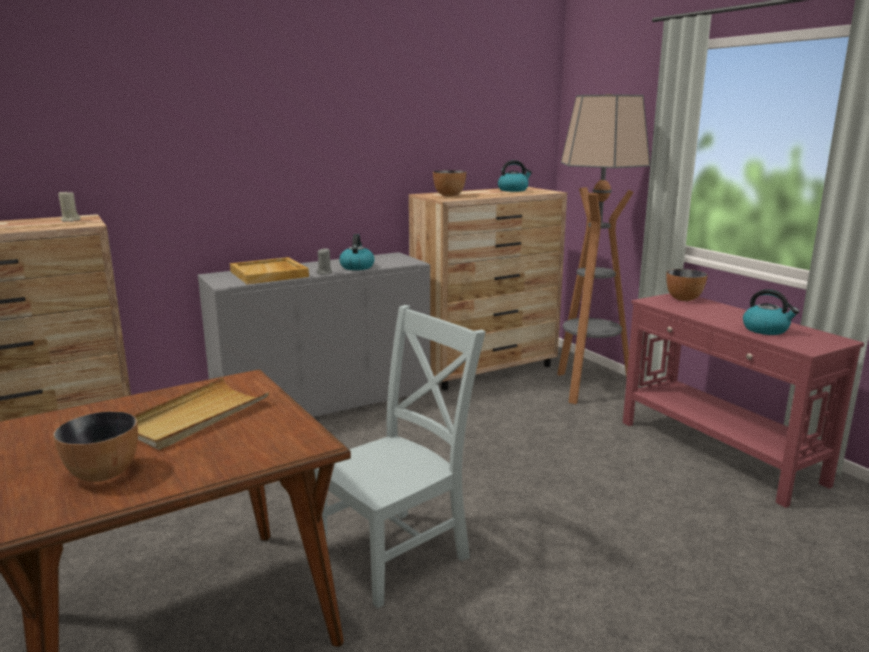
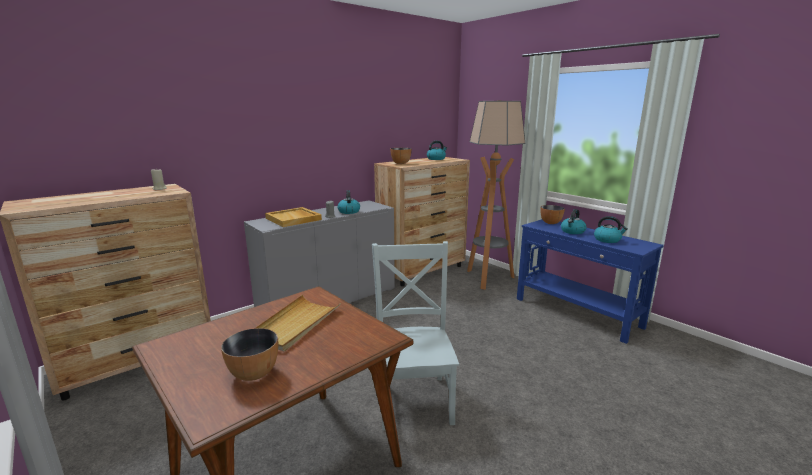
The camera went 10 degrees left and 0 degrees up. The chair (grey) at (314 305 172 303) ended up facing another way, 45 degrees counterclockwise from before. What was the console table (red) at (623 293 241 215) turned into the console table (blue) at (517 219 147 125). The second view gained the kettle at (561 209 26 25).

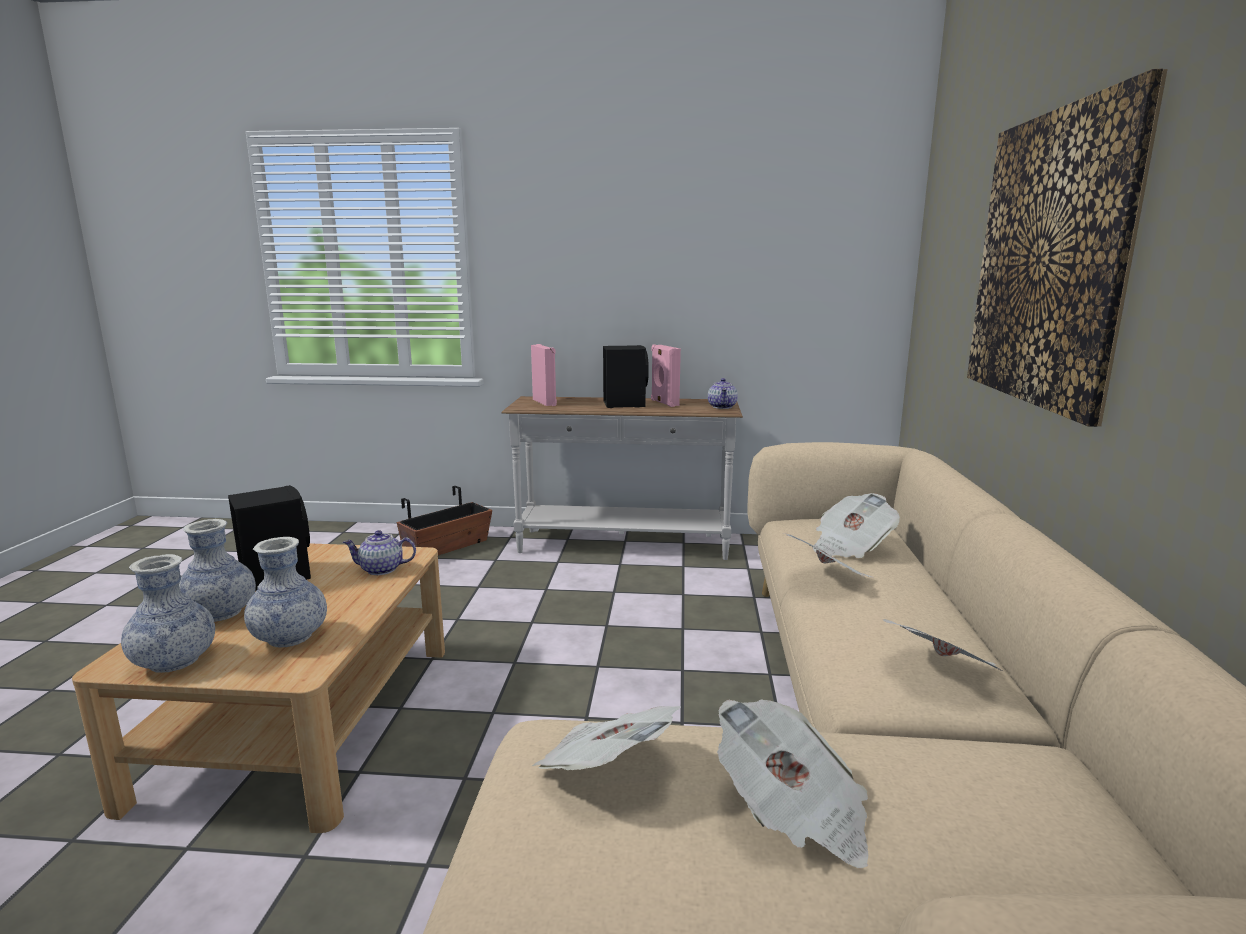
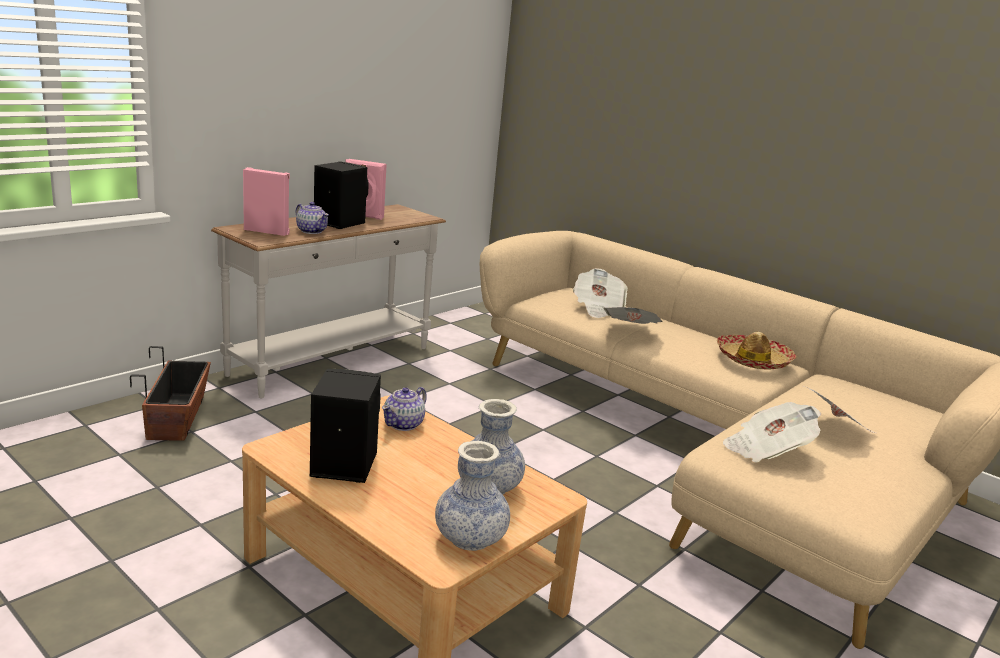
The camera went 55 degrees left and 5 degrees up. The teapot ended up elsewhere, having gone from (708 378 30 31) to (296 202 33 32). Where the newspaper stood at (883 619 121 53), the hat came to stand at (717 332 79 38). The second view lost the vase at (179 519 77 103). The second view lost the picture at (967 69 201 358).

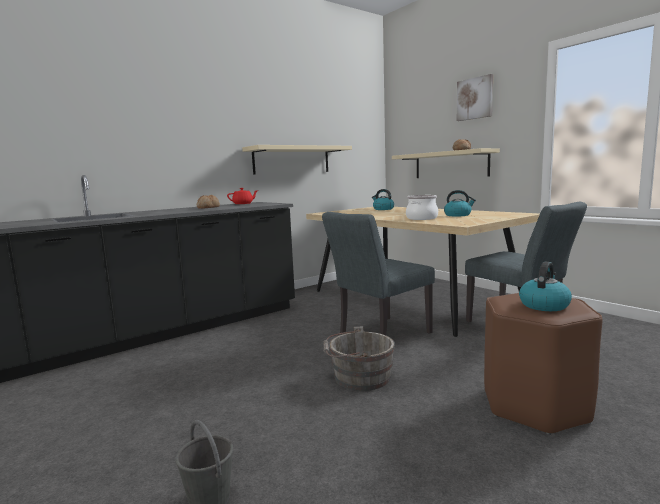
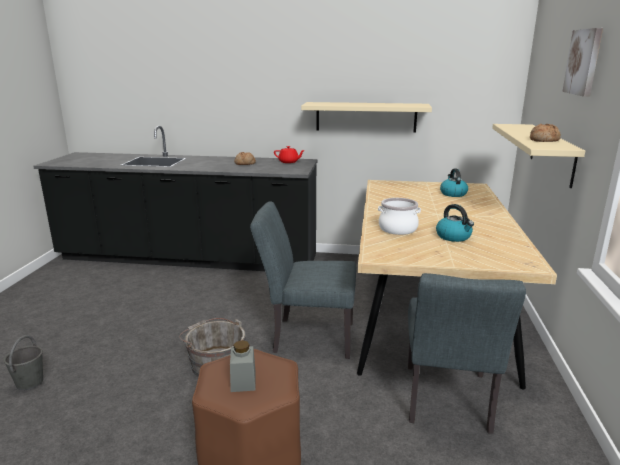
The camera went 45 degrees right and 10 degrees up. Where the kettle stood at (519 262 53 49), the jar (grey) came to stand at (230 340 26 52).

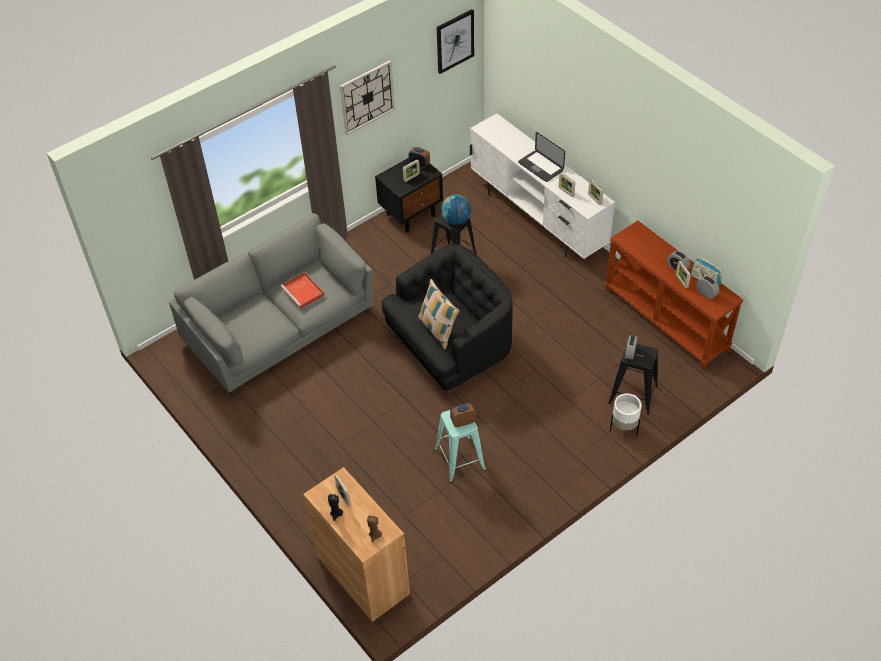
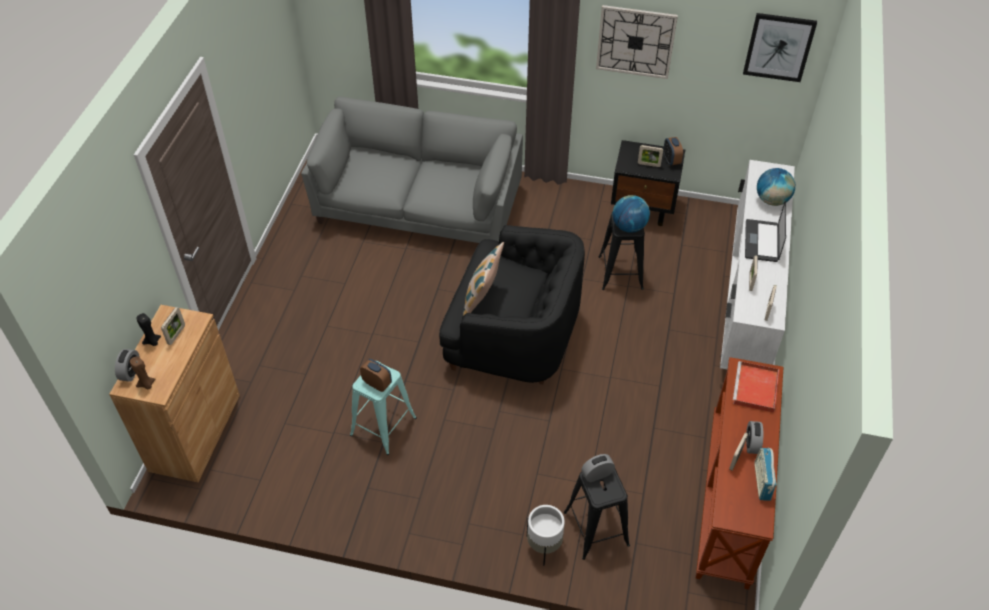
The camera went 50 degrees right and 0 degrees up. The alarm clock ended up elsewhere, having gone from (696 276 23 23) to (115 349 25 33). The tray (red) ended up elsewhere, having gone from (281 272 44 37) to (733 361 46 52). The second view gained the globe at (757 168 38 38).

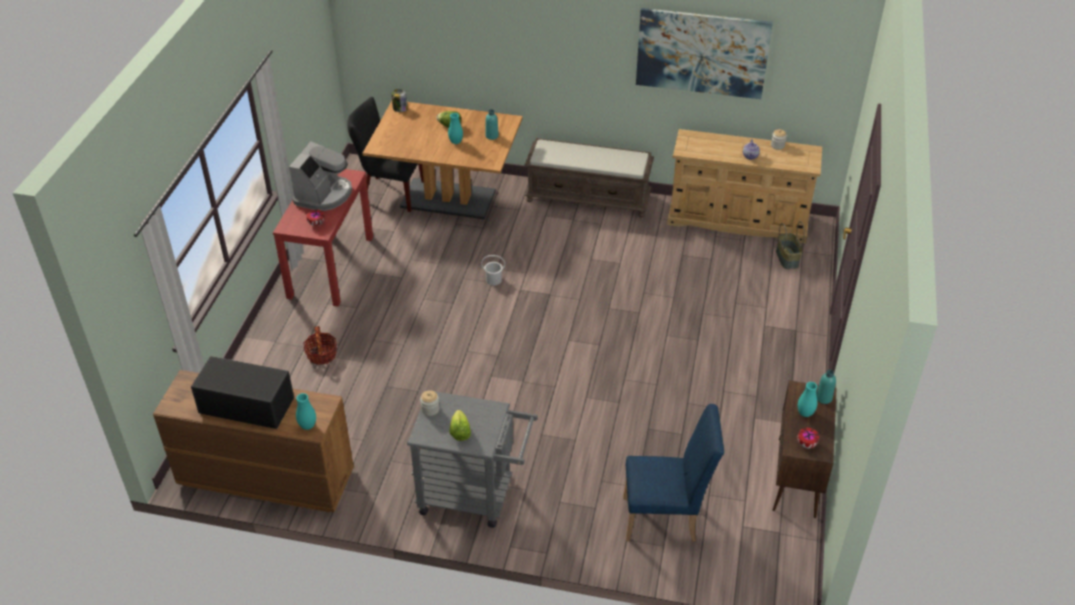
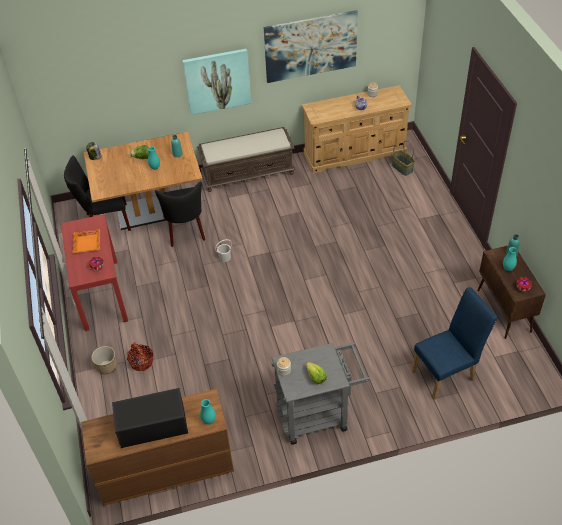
The camera went 25 degrees left and 5 degrees up. Where the coffee machine stood at (289 142 63 69), the tray (orange) came to stand at (73 229 27 24). The second view gained the planter at (91 346 26 28). The second view gained the chair (black) at (155 182 50 65). The second view gained the picture at (183 49 68 66).

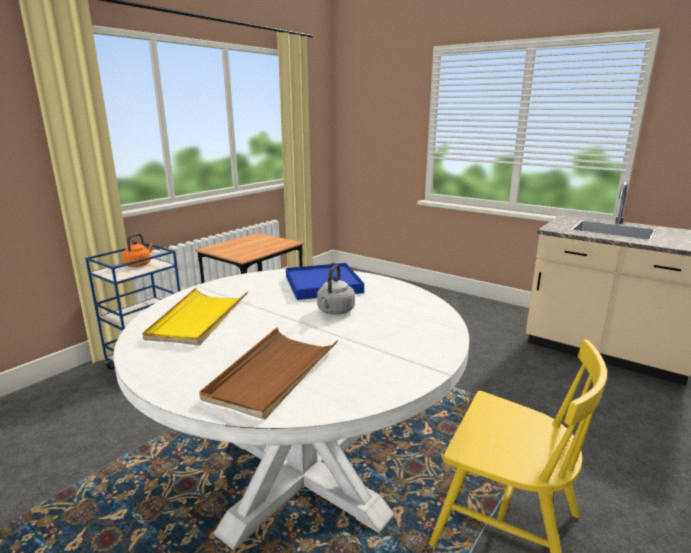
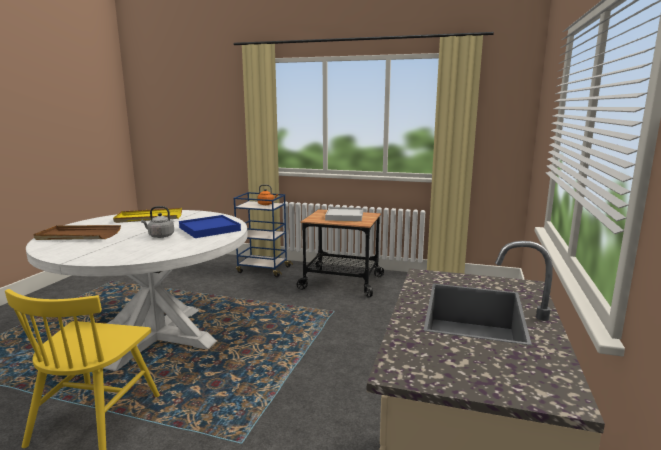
The camera went 70 degrees right and 5 degrees down. The second view gained the tray (white) at (325 207 38 14).

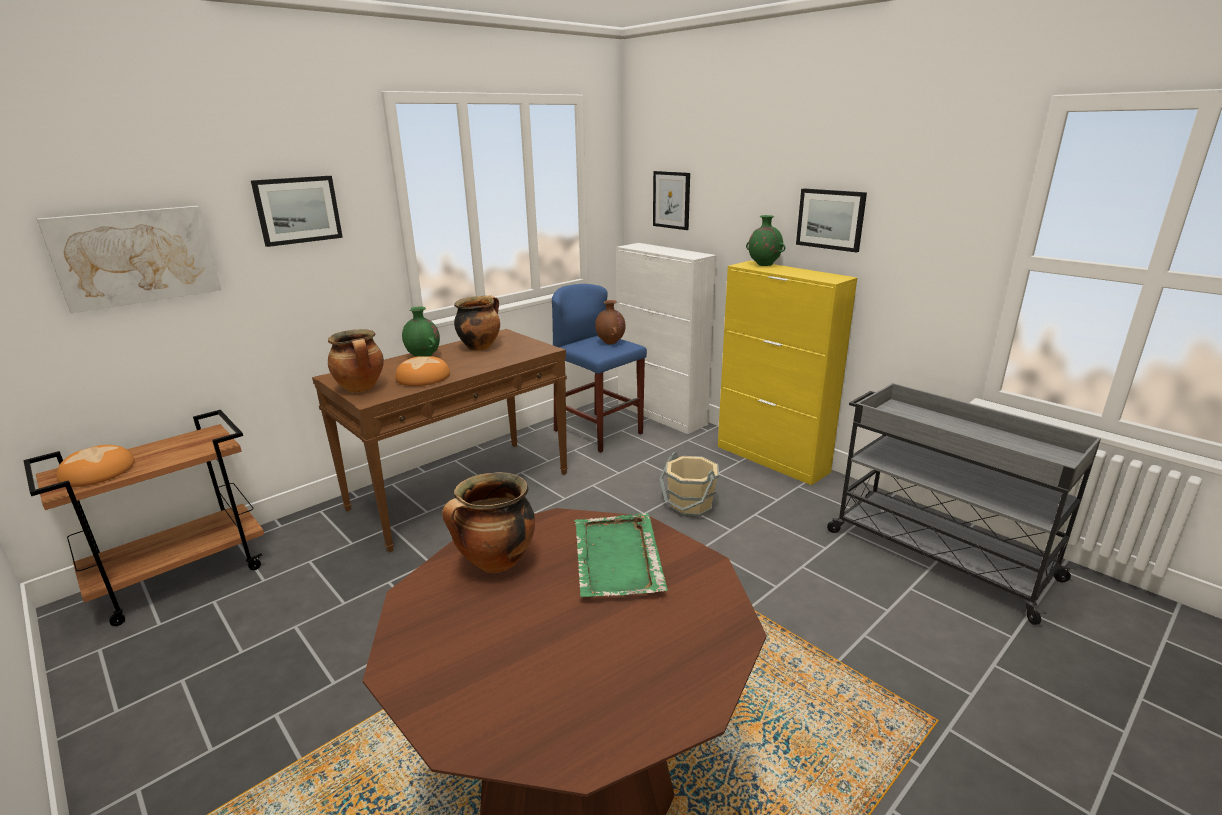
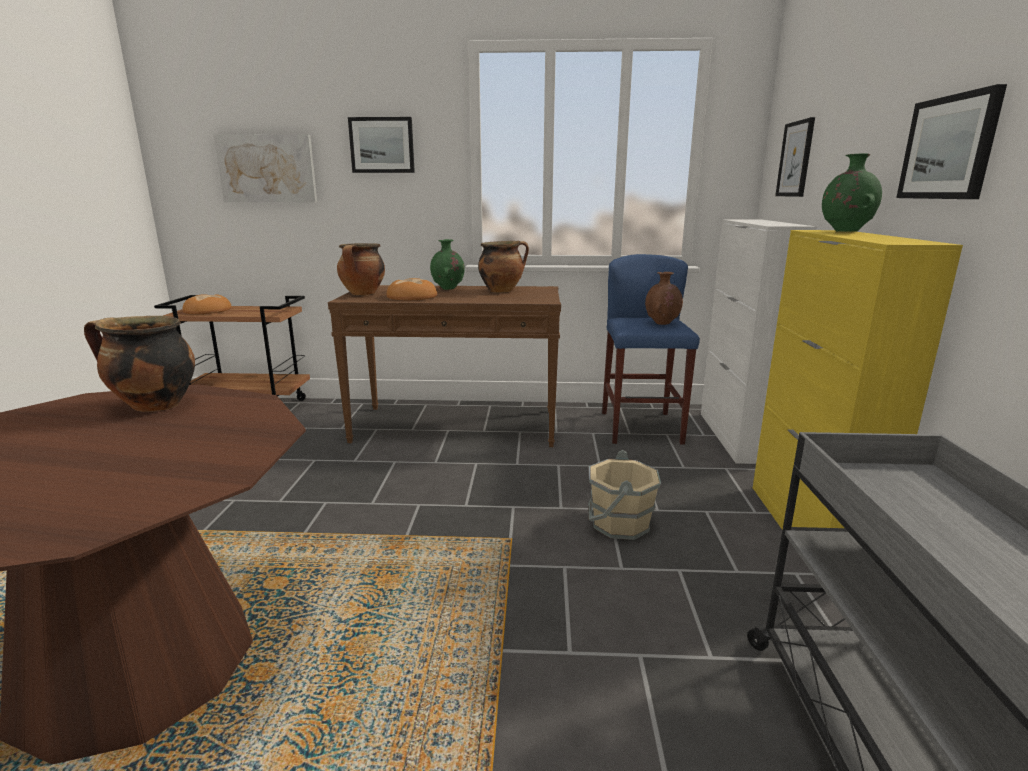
The camera went 45 degrees right and 5 degrees down. The second view lost the tray (green) at (574 513 94 84).

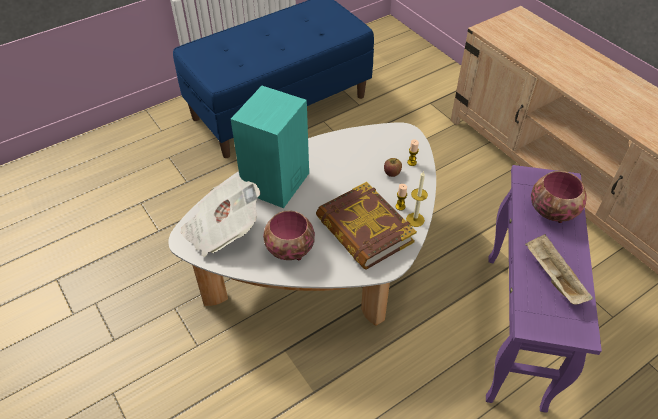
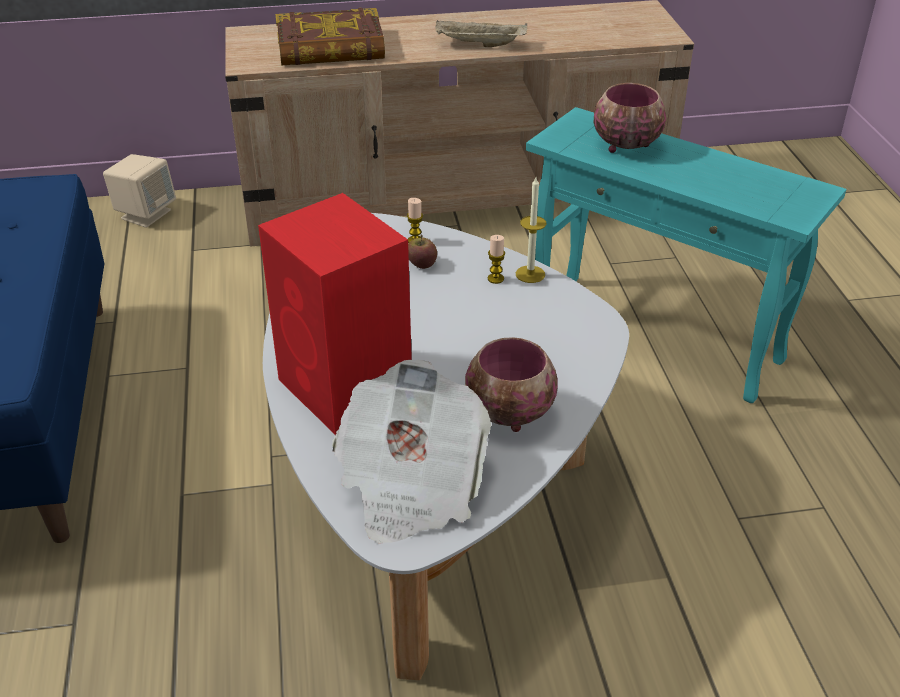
The camera went 65 degrees left and 10 degrees down. The second view gained the speaker (beige) at (103 154 73 74). What was the speaker (turquoise) at (231 86 78 122) turned into the speaker (red) at (258 193 154 242). The book ended up elsewhere, having gone from (316 182 101 88) to (275 8 110 57). The tray (beige) ended up elsewhere, having gone from (525 234 68 71) to (435 20 92 27). What was the side table (purple) at (486 165 116 248) turned into the side table (turquoise) at (526 107 320 296).

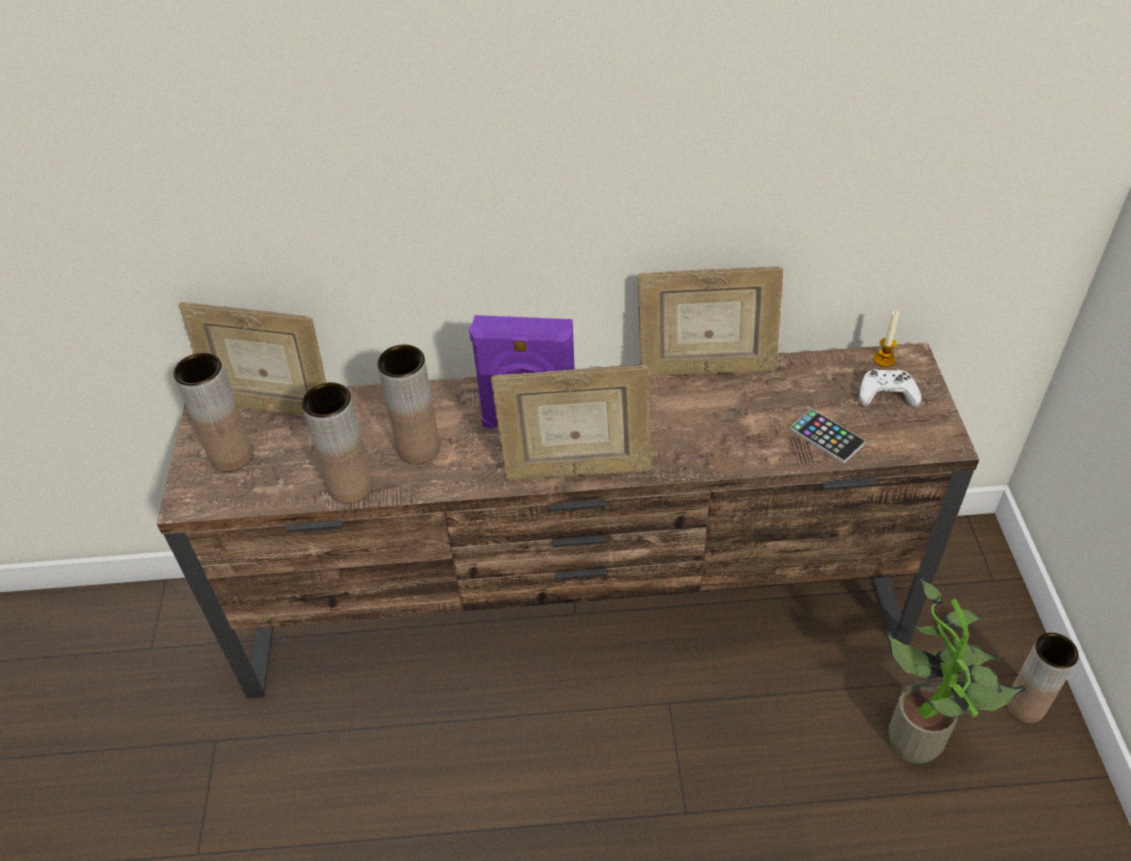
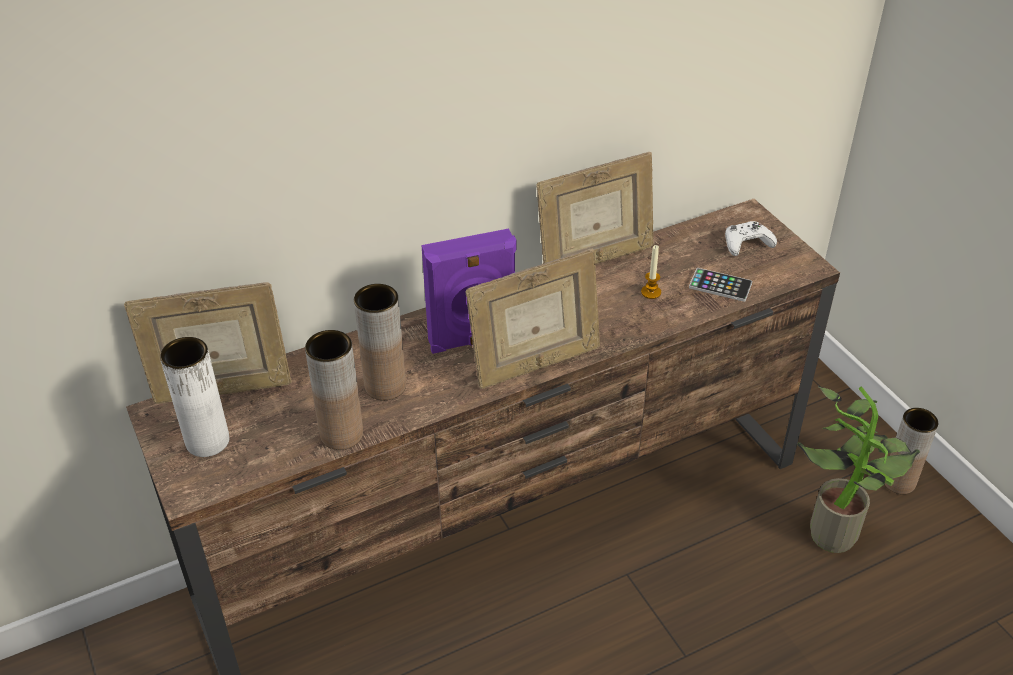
The camera went 25 degrees left and 5 degrees down. What was the vase (brown) at (173 353 80 119) turned into the vase (white) at (160 337 69 120). The candle ended up elsewhere, having gone from (873 310 26 57) to (641 245 20 54).

